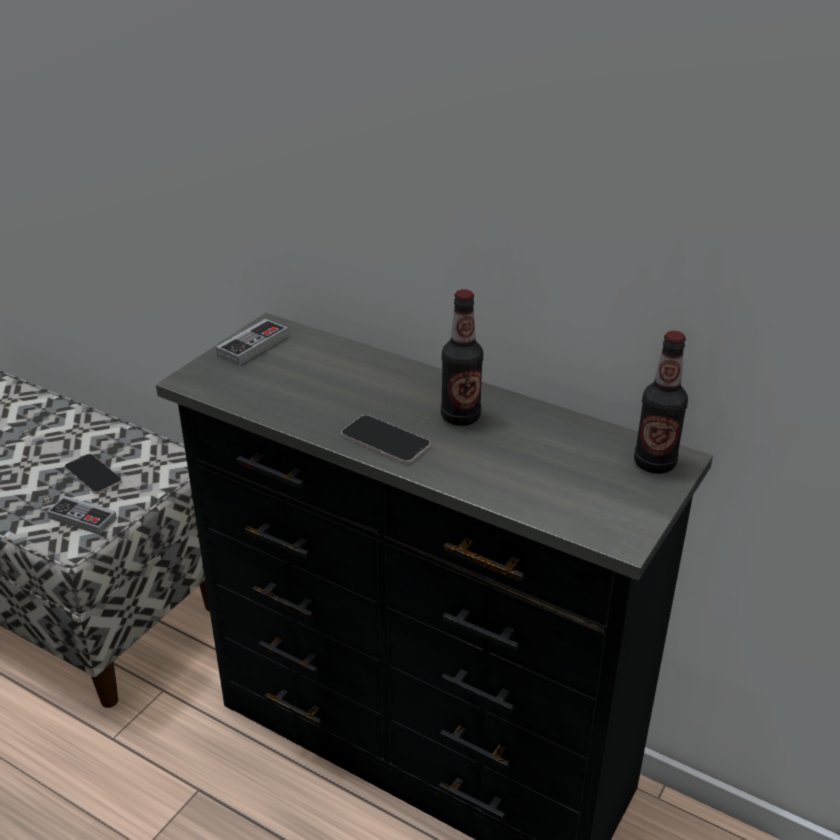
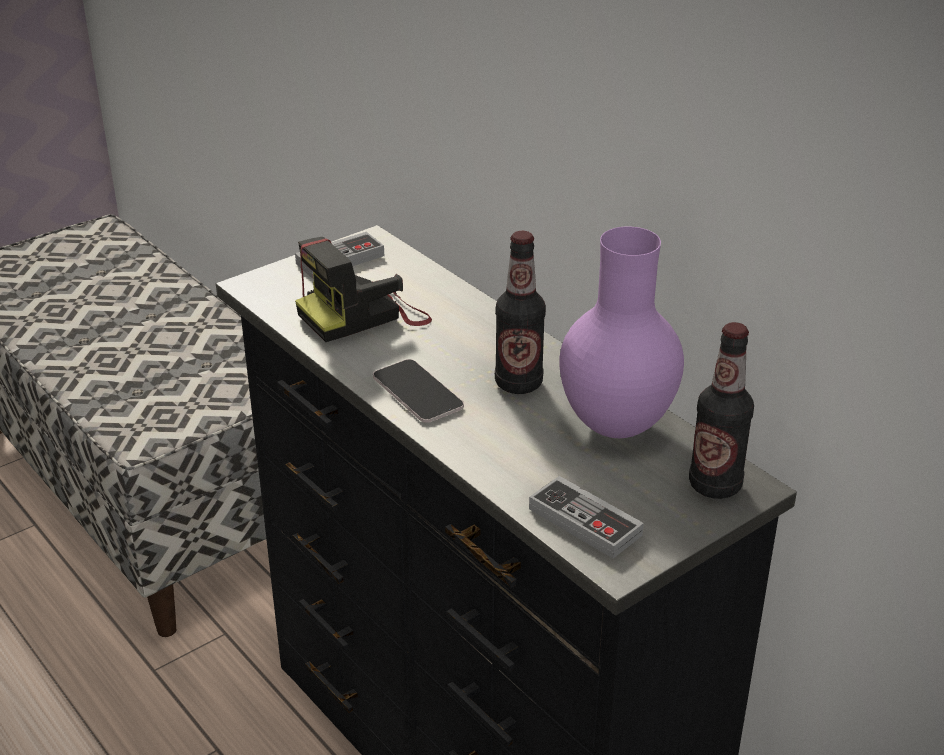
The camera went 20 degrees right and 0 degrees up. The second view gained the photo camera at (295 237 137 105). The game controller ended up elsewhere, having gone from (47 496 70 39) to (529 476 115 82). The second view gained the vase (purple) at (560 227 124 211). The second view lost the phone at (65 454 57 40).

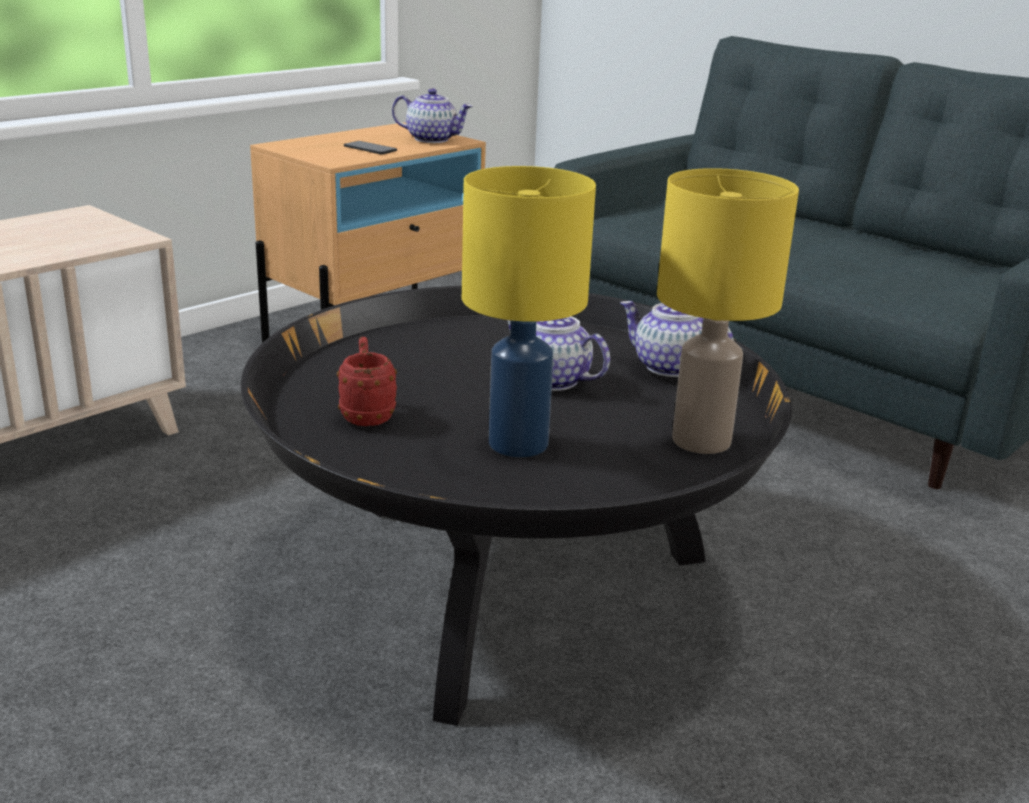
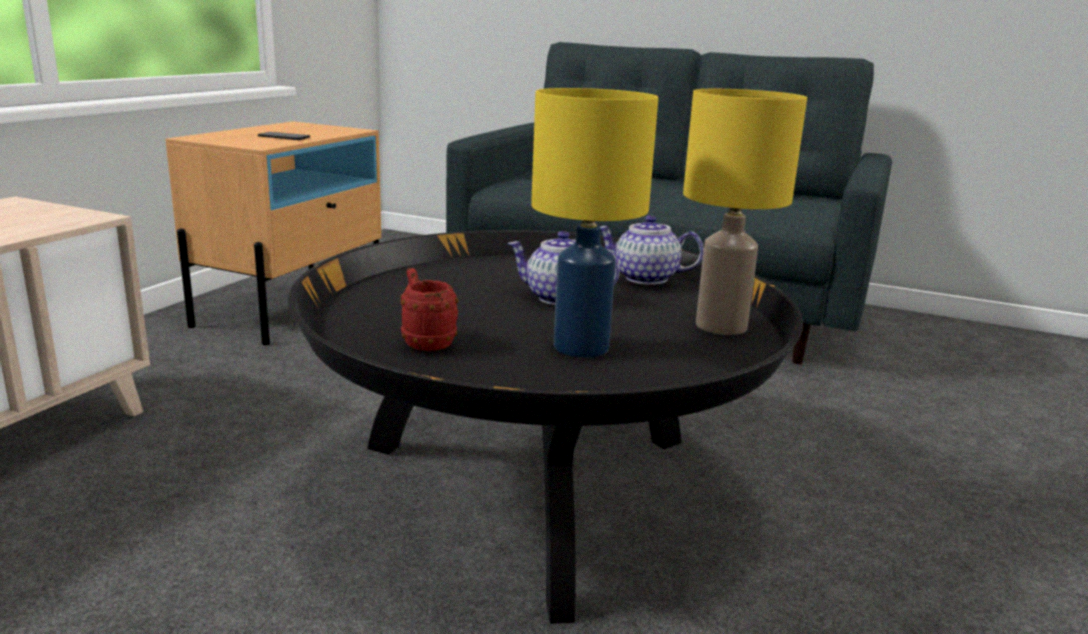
The camera went 20 degrees left and 5 degrees down. The second view lost the teapot at (392 88 81 55).

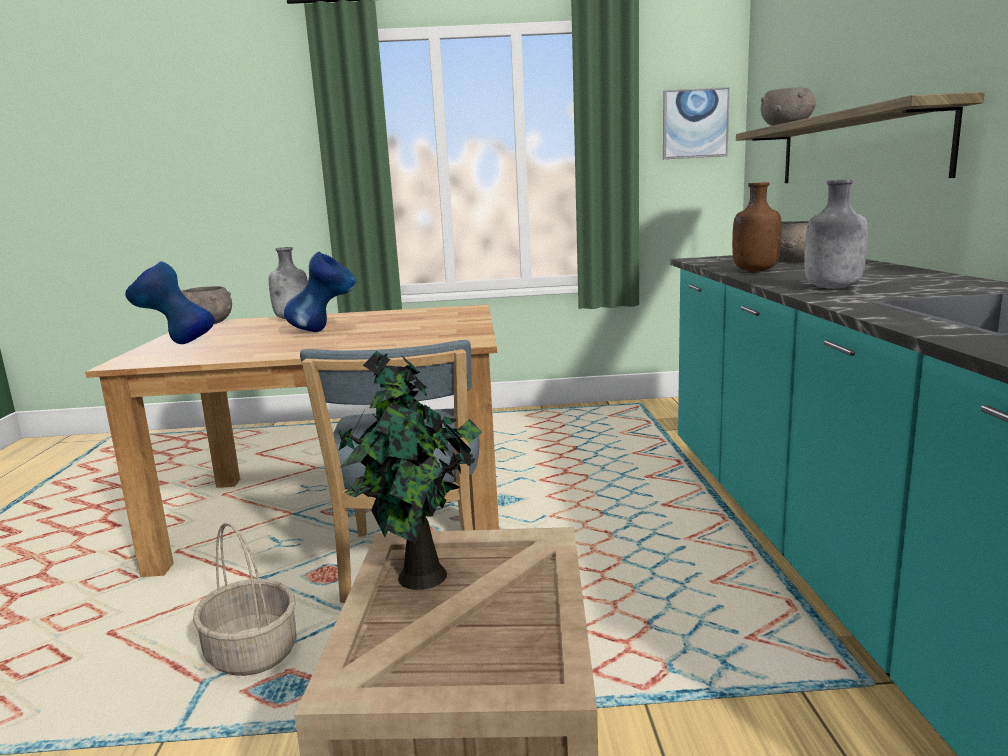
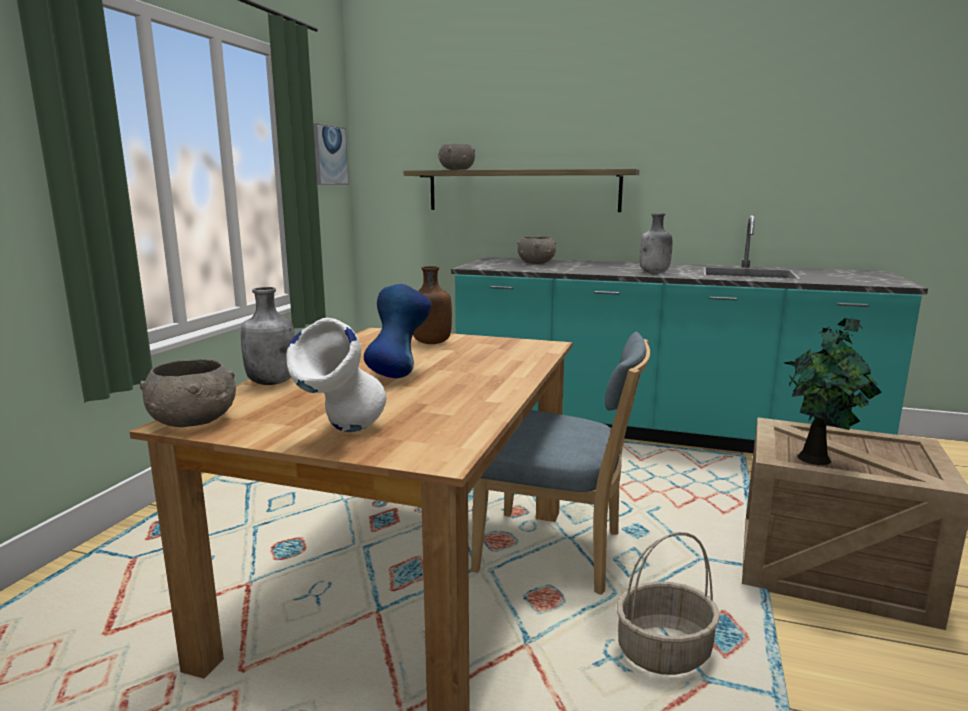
The camera went 70 degrees left and 0 degrees up. What was the vase (blue) at (125 261 90 83) turned into the vase (white) at (286 318 100 114). The bottle (brown) ended up elsewhere, having gone from (732 182 50 89) to (413 266 39 78).

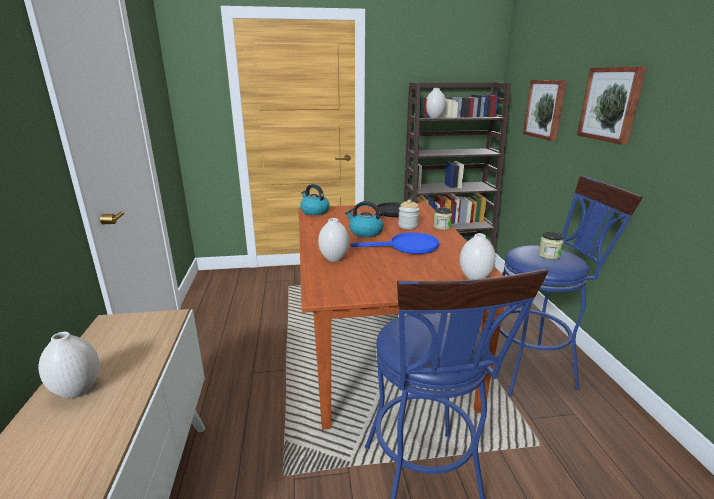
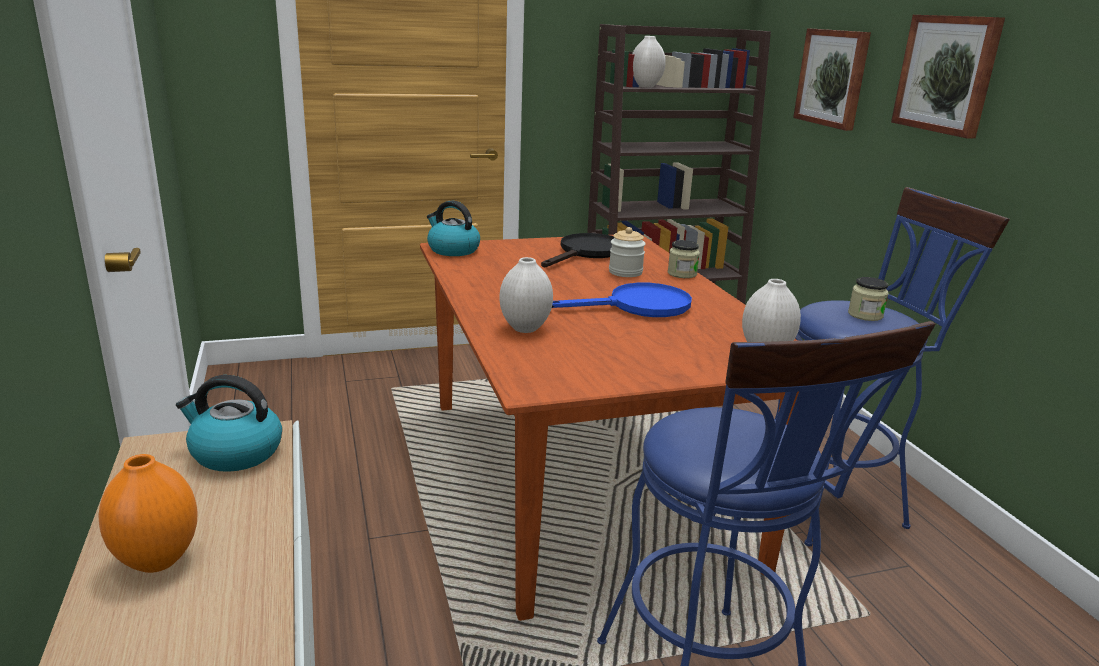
The camera went 10 degrees left and 0 degrees up. What was the vase (white) at (38 332 62 66) turned into the vase (orange) at (98 454 99 119). The kettle ended up elsewhere, having gone from (345 201 38 36) to (176 375 106 97).

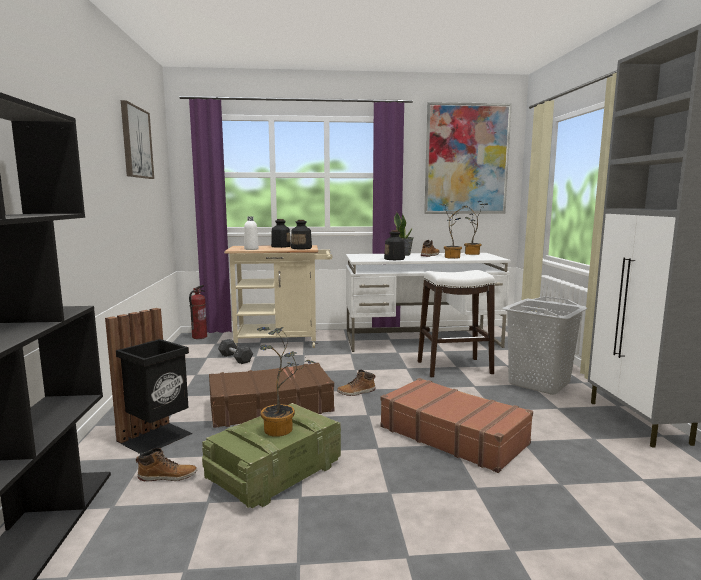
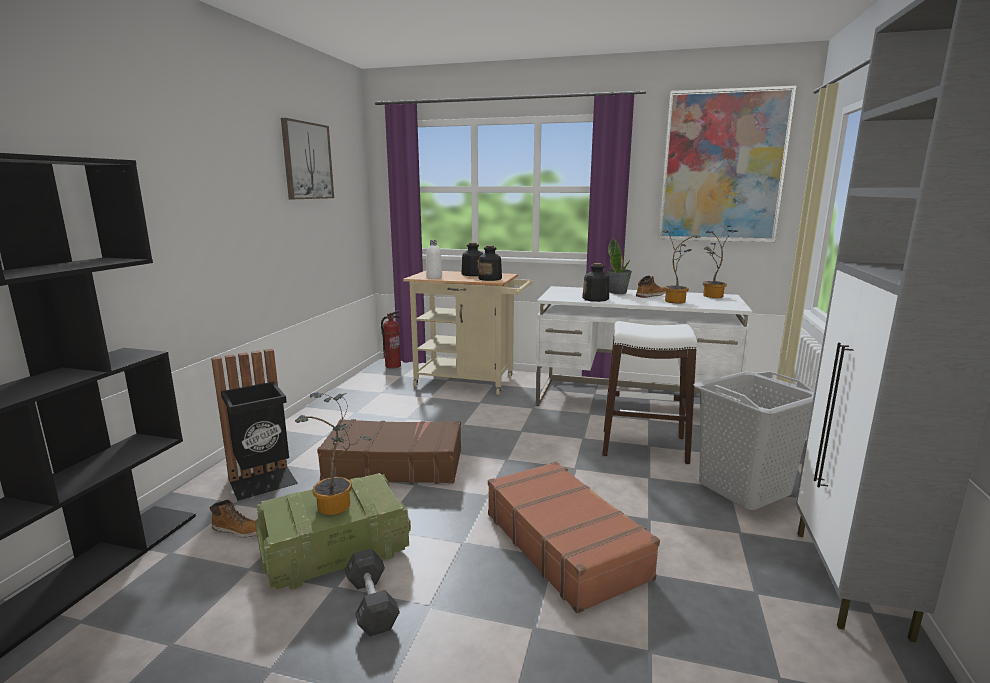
The camera went 20 degrees right and 5 degrees up. The dumbbell (grey) ended up elsewhere, having gone from (218 339 35 25) to (345 549 55 87). The second view lost the boot at (337 370 38 26).

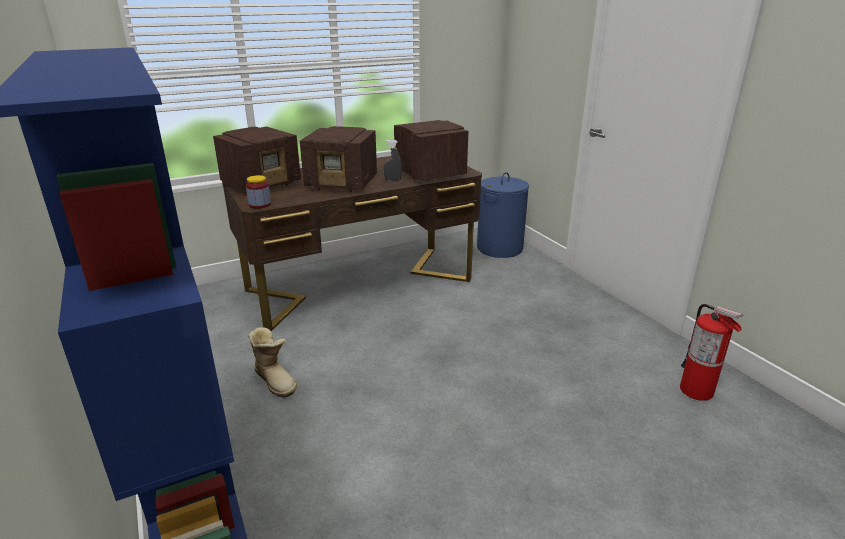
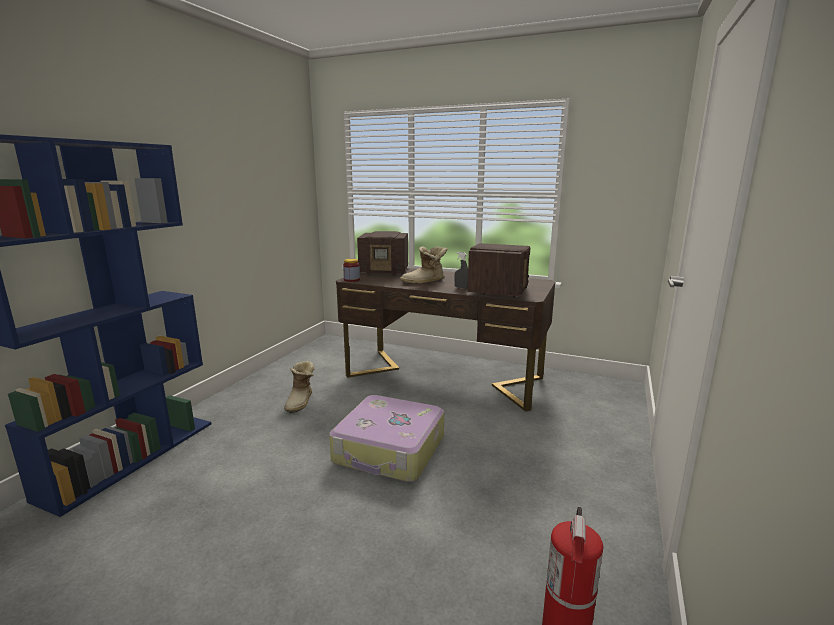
The camera went 50 degrees right and 10 degrees down. The second view gained the suitcase at (329 395 115 87). Where the radio stood at (300 126 77 66), the boot came to stand at (400 246 47 38). The second view lost the laundry basket (blue) at (477 172 52 86).

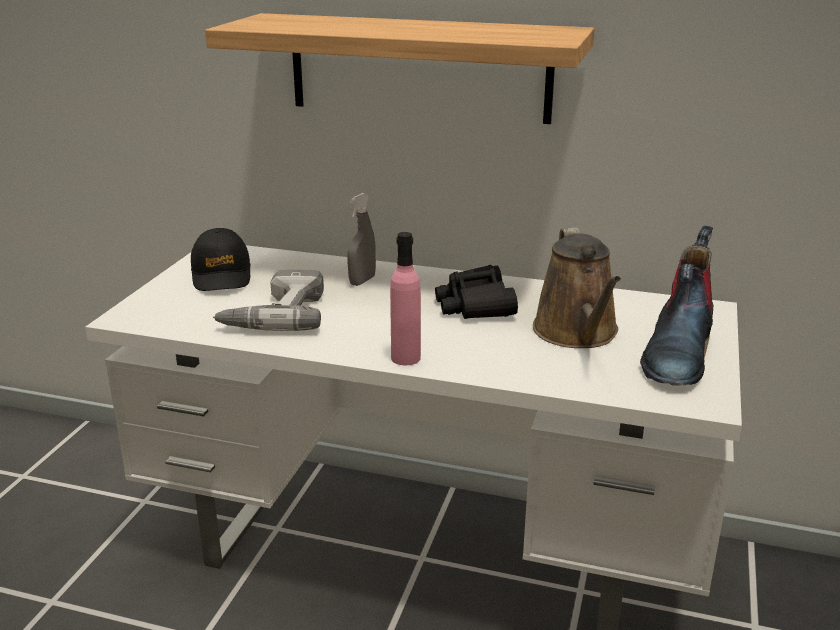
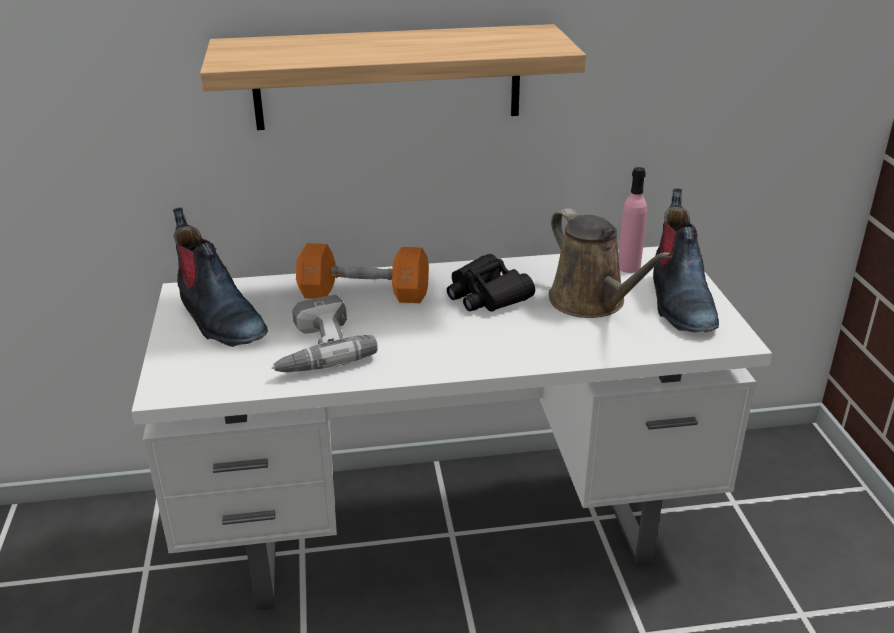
The camera went 25 degrees left and 5 degrees up. Where the cap (black) stood at (191 228 60 63), the boot came to stand at (173 208 95 139). Where the spray bottle (grey) stood at (348 193 28 93), the dumbbell (orange) came to stand at (296 243 133 60). The bottle (pink) ended up elsewhere, having gone from (390 232 31 133) to (618 167 29 106).

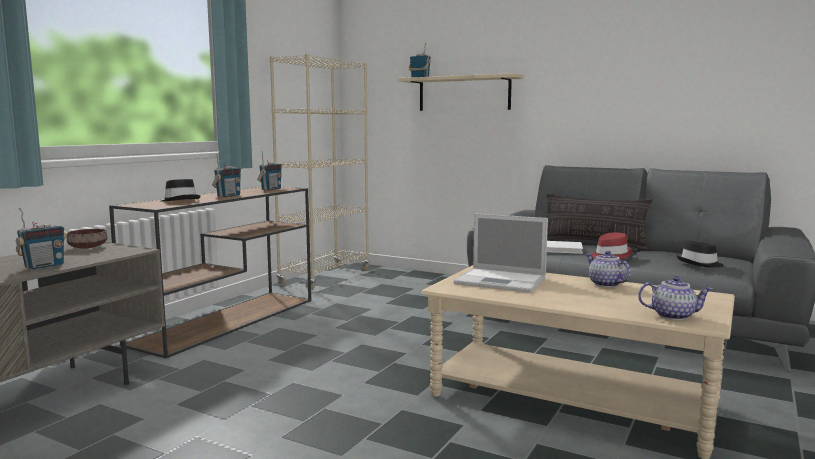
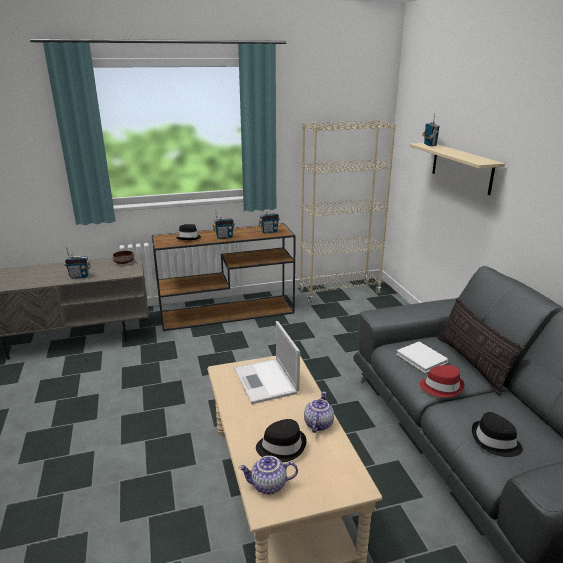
The camera went 45 degrees right and 15 degrees up. The teapot at (638 276 75 44) ended up facing another way, 120 degrees clockwise from before. The second view gained the hat (black) at (256 419 51 43).

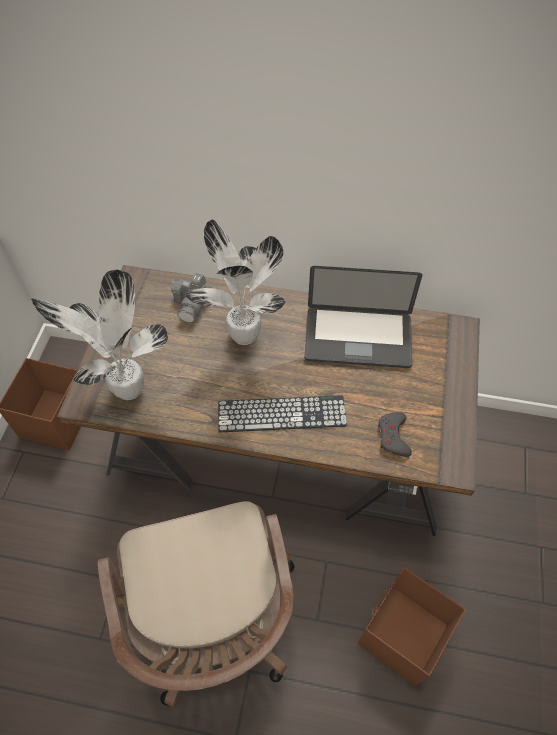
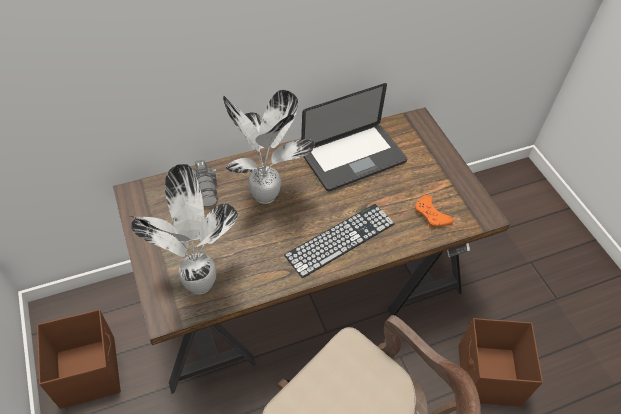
The camera went 35 degrees left and 5 degrees down. What was the game controller (grey) at (378 412 34 45) turned into the game controller (orange) at (415 195 39 32).

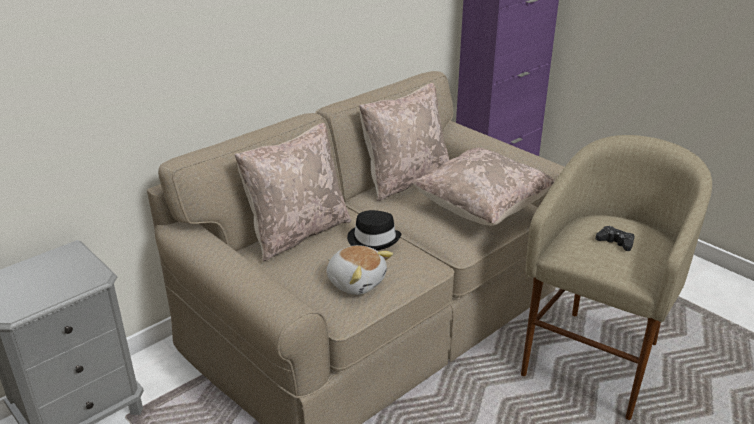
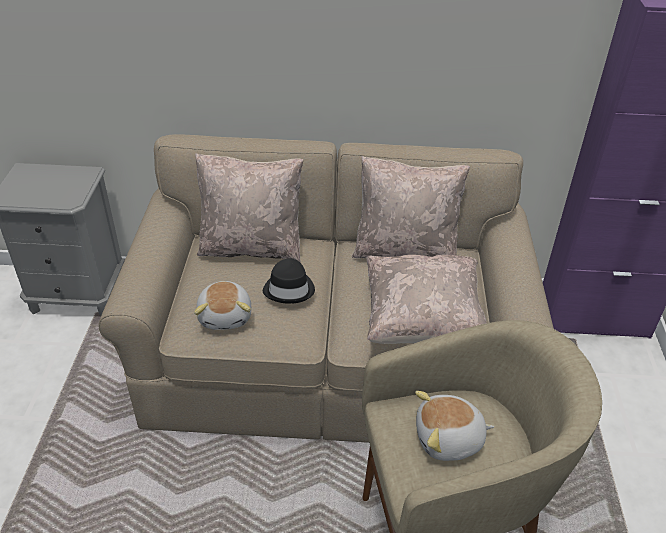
The camera went 45 degrees right and 10 degrees up. Where the game controller (black) stood at (595 226 40 25), the plush toy came to stand at (415 391 79 70).

